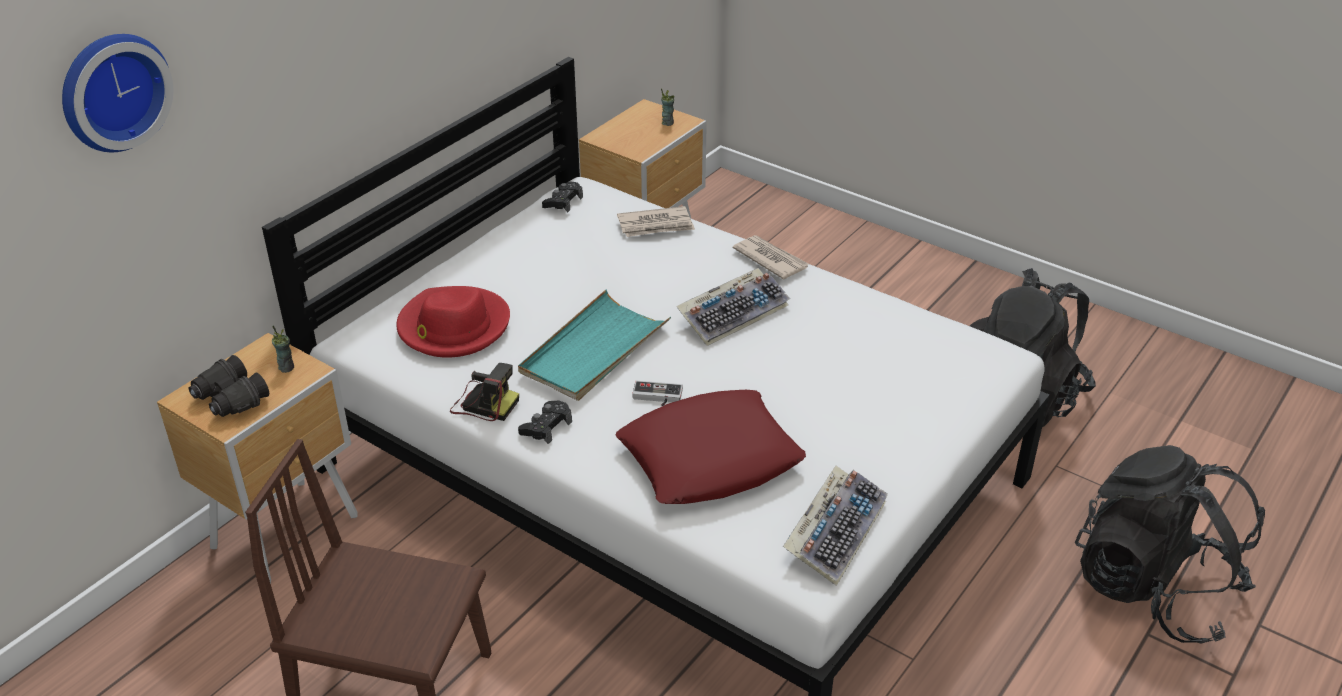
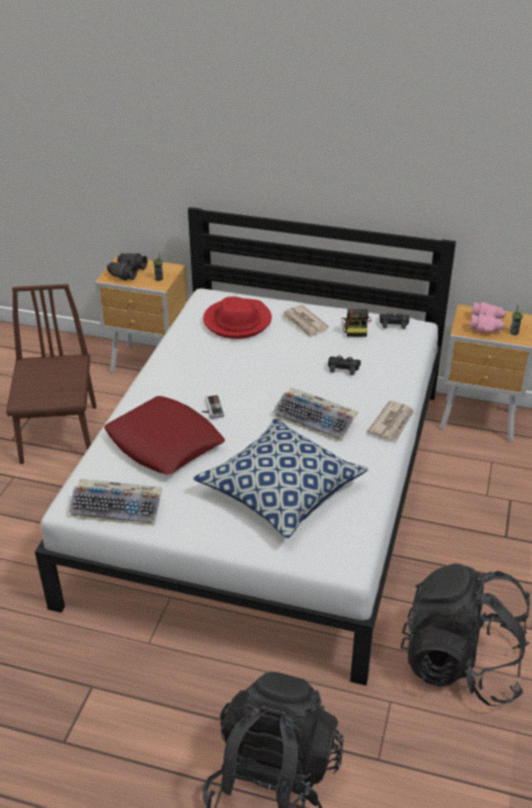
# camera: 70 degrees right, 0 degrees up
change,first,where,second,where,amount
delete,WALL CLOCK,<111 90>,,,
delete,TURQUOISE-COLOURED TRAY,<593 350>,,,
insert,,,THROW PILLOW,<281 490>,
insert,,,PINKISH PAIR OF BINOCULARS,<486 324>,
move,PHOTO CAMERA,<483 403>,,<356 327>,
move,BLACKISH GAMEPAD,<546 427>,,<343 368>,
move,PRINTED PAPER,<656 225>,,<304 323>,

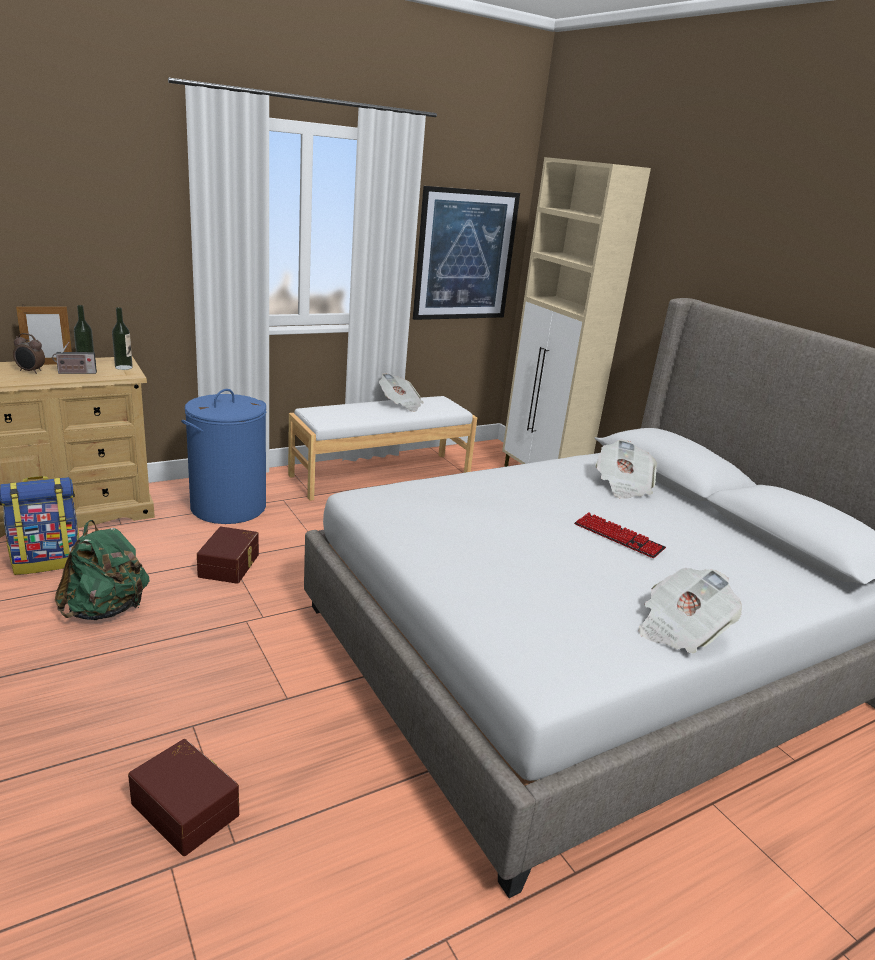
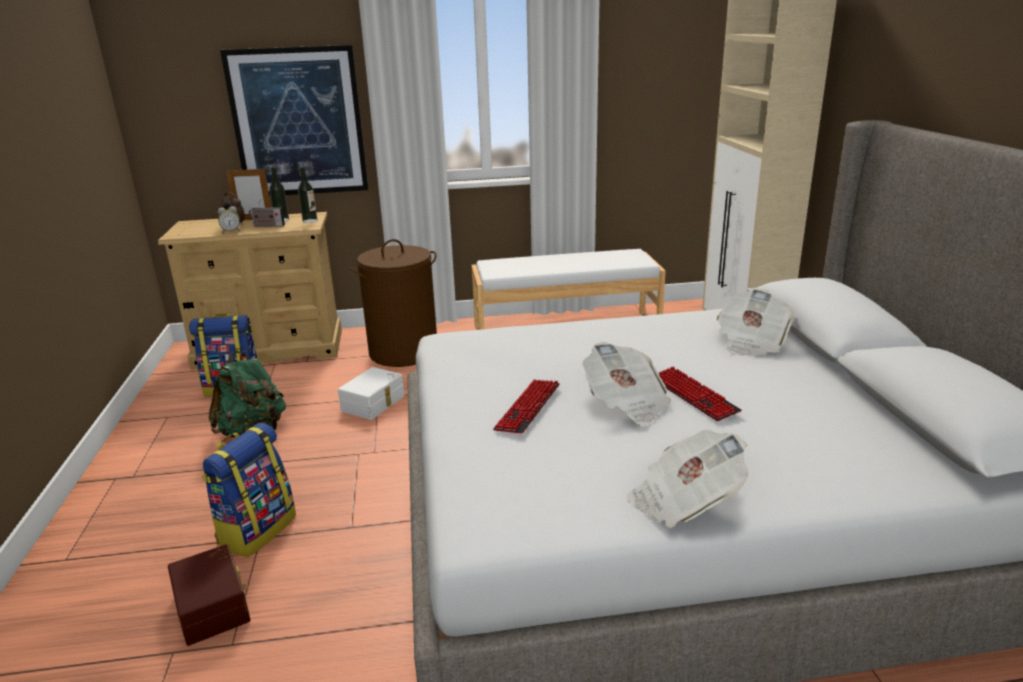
# camera: 25 degrees right, 0 degrees up
change,first,where,second,where,amount
insert,,,BACKPACK,<257 530>,
insert,,,BEDSIDE CLOCK,<231 231>,
insert,,,PC KEYBOARD,<528 408>,
move,PRINTED PAPER,<400 404>,,<626 403>,
move,WALL PICTURE,<465 255>,,<298 123>,
recolor,BLUE LAUNDRY BASKET,<228 507>,BROWNISH LAUNDRY BASKET,<403 352>,
recolor,BROWNISH STORAGE CONTAINER,<230 565>,WHITE-COLOURED STORAGE CONTAINER,<374 403>,

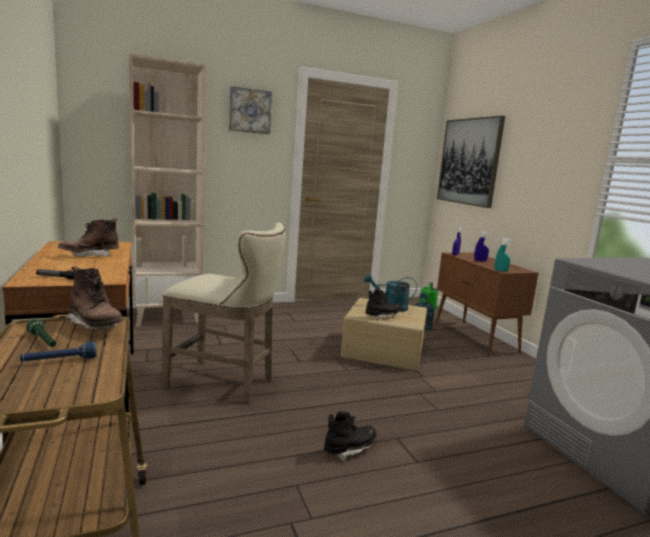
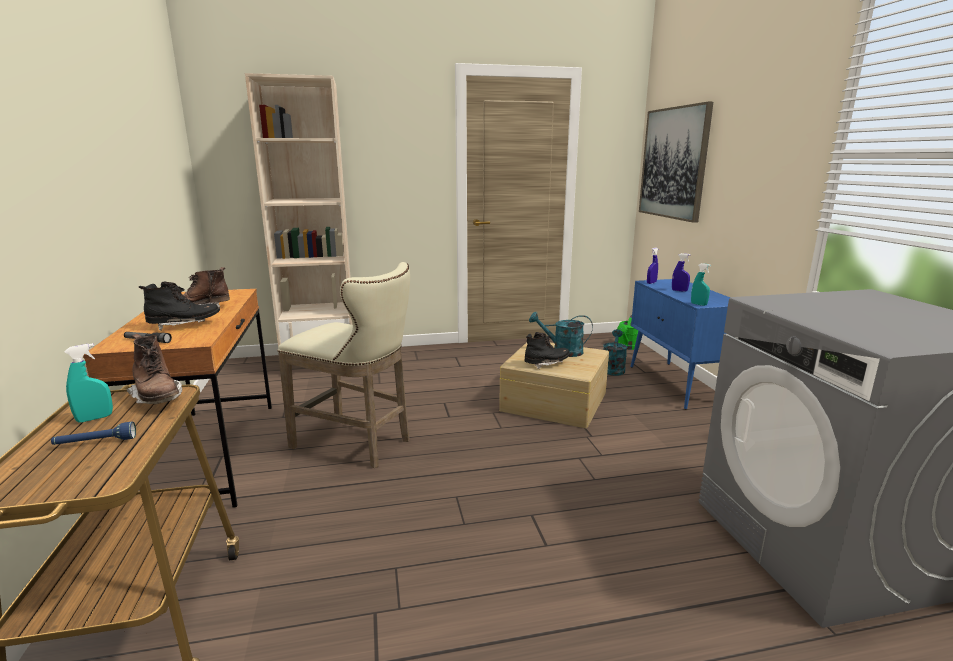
# camera: 10 degrees right, 5 degrees up
change,first,where,second,where,amount
delete,WALL PICTURE,<249 111>,,,
move,BLACKISH BOOT,<349 449>,,<184 325>,
replace,GREEN-COLOURED TORCH,<43 341>,TURQUOISE-COLOURED HAND SPRAYER,<95 418>,
recolor,BROWNISH CABINET,<475 337>,BLUE CABINET,<677 385>,

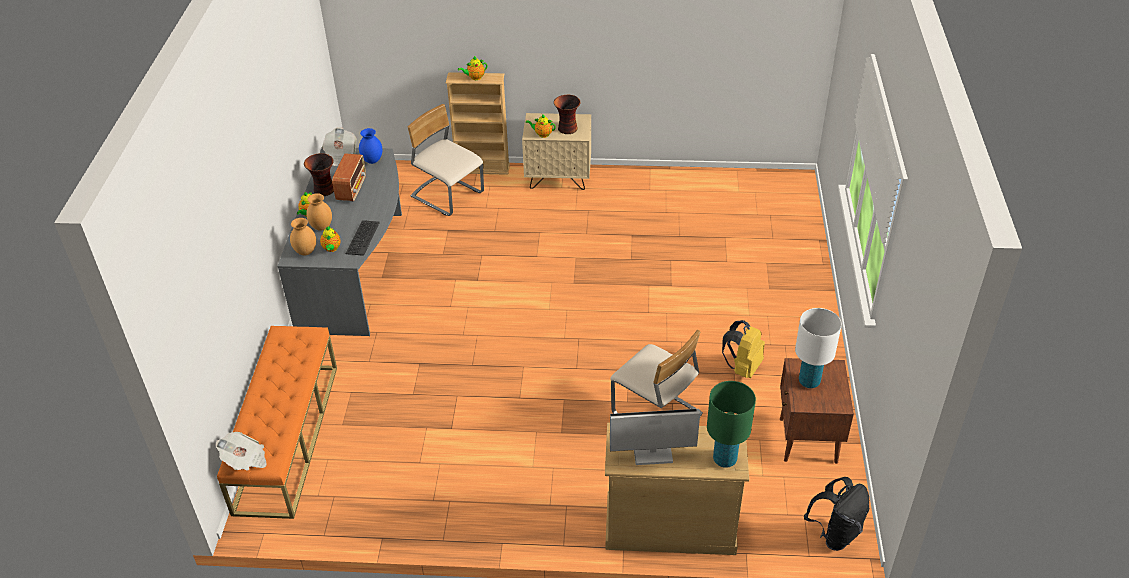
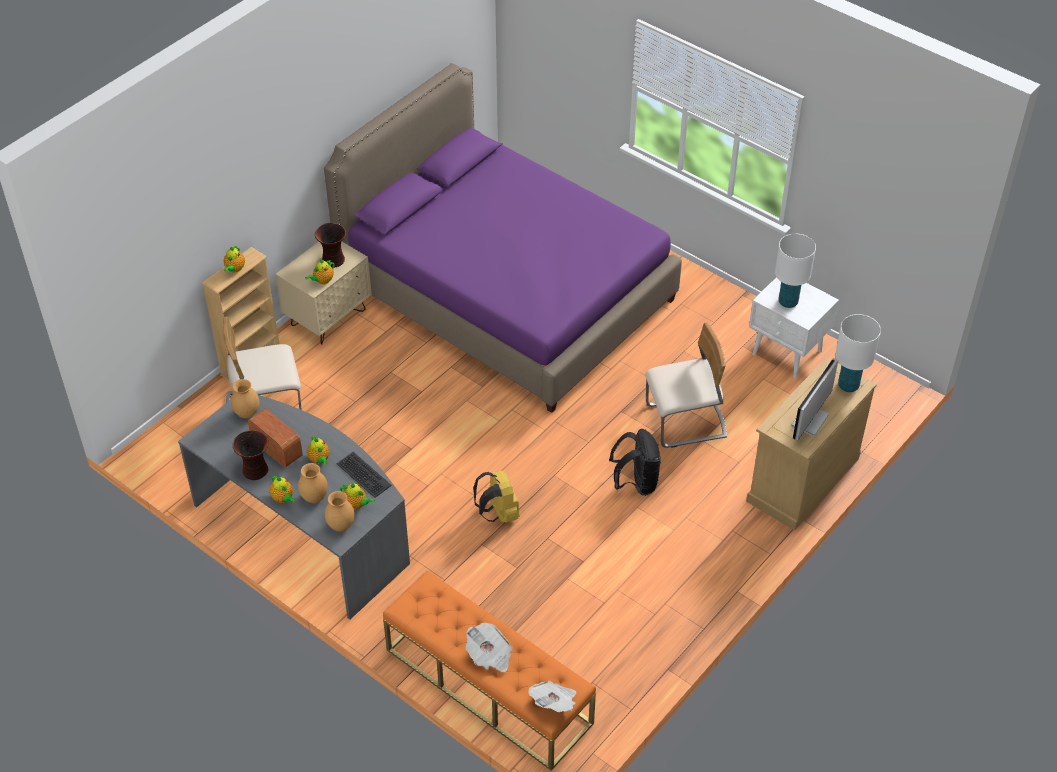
# camera: 55 degrees left, 5 degrees up
change,first,where,second,where,amount
insert,,,TEAPOT,<319 460>,
insert,,,PURPLISH BEDROOM BED,<506 292>,
move,PRINTED PAPER,<340 155>,,<489 655>,
move,YELLOW-COLOURED BACKPACK,<742 367>,,<498 513>,
move,BLACKISH BACKPACK,<835 533>,,<636 483>,
recolor,BLUE VASE,<372 161>,BROWNISH VASE,<247 413>,
recolor,GREEN-COLOURED LAMP FOR A TABLE,<724 459>,WHITE-COLOURED LAMP FOR A TABLE,<848 385>,
recolor,BROWNISH NIGHT TABLE,<807 441>,WHITE-COLOURED NIGHT TABLE,<787 353>,

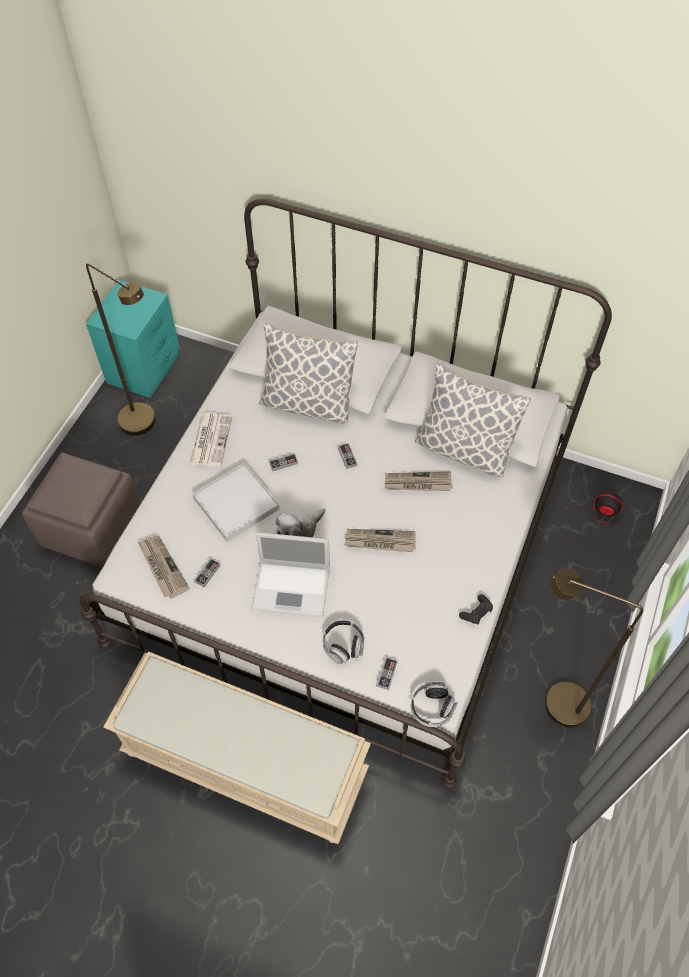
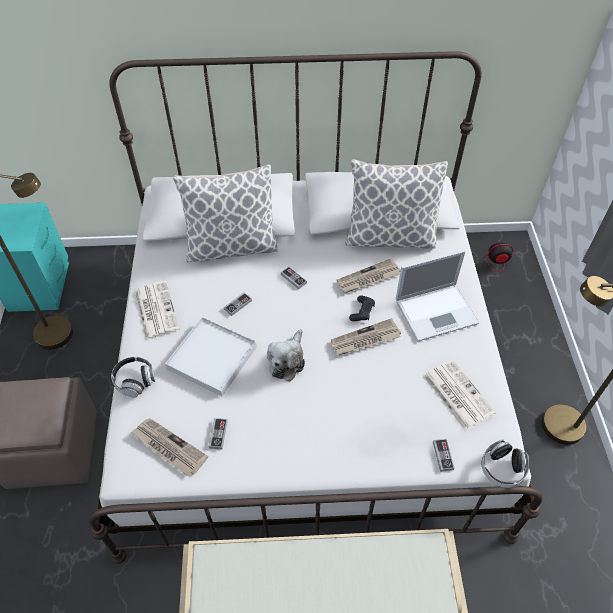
# camera: 25 degrees left, 5 degrees down
change,first,where,second,where,amount
insert,,,PRINTED PAPER,<457 394>,
move,NOTEBOOK COMPUTER,<293 588>,,<437 311>,
move,HEADSET,<343 645>,,<135 381>,
move,BLACKISH GAMEPAD,<476 612>,,<362 312>,

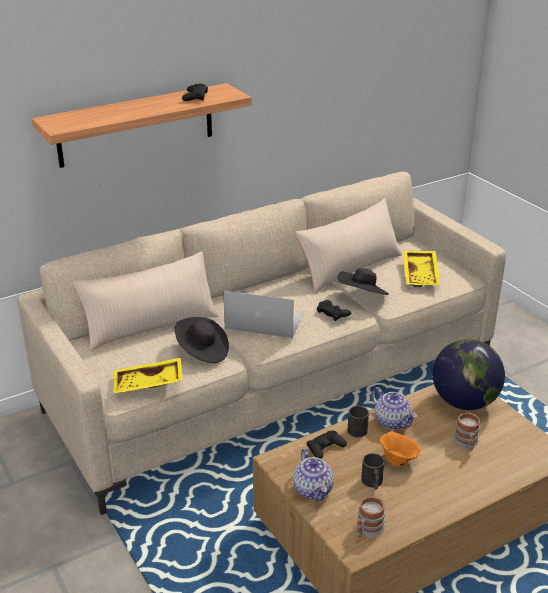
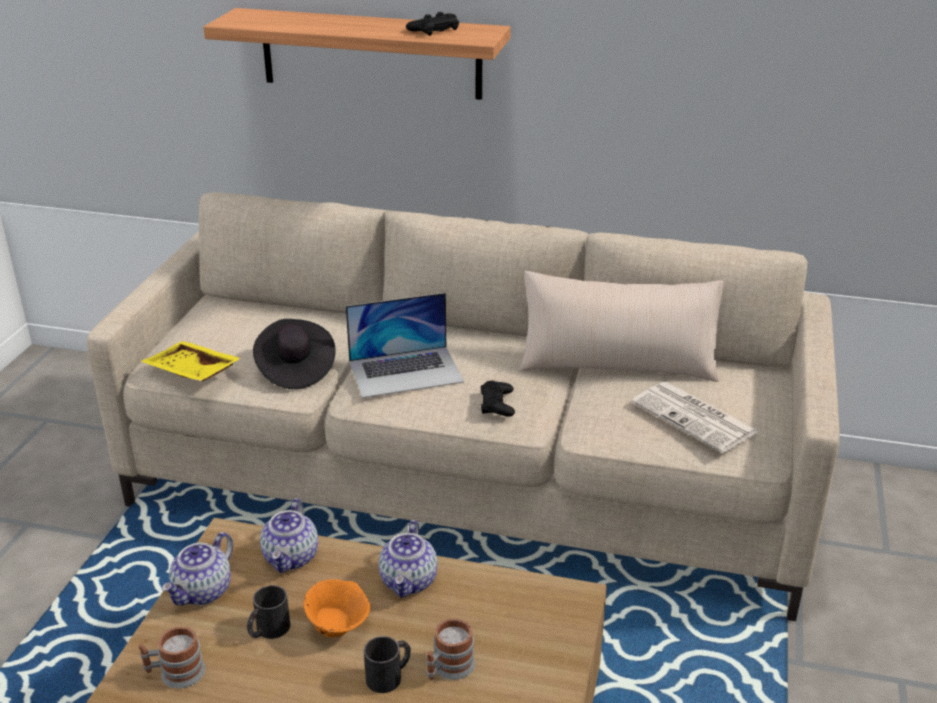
# camera: 45 degrees right, 0 degrees up
change,first,where,second,where,amount
delete,SAND-COLOURED THROW PILLOW,<150 325>,,,
delete,BLACKISH WEARABLE HAT,<362 296>,,,
delete,GLOBE,<464 402>,,,
move,BLACKISH MUG,<357 427>,,<390 675>,
replace,BLACKISH GAMEPAD,<325 447>,TEAPOT,<291 558>,
replace,YELLOW-COLOURED TRAY,<421 275>,PRINTED PAPER,<696 418>,
rotate,NOTEBOOK COMPUTER,<264 321>,,<406 371>,105 degrees clockwise

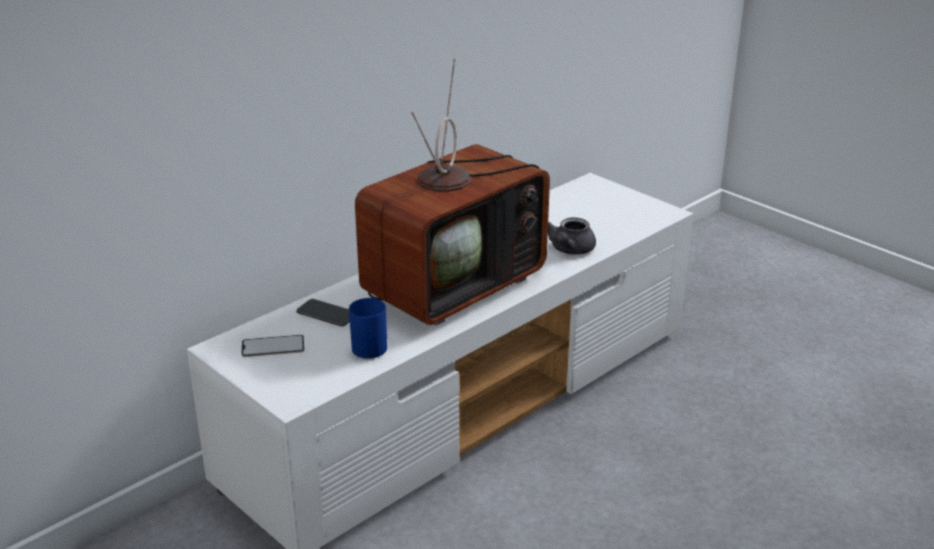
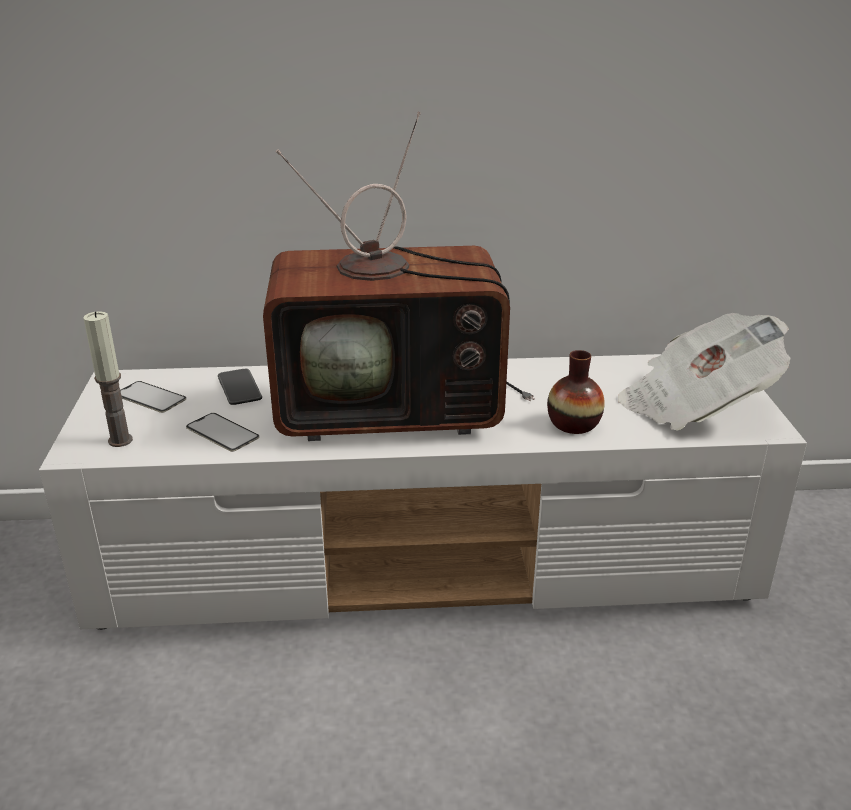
# camera: 40 degrees right, 0 degrees up
change,first,where,second,where,amount
insert,,,CANDLE,<120 440>,
insert,,,PRINTED PAPER,<695 405>,
replace,BLUE MUG,<370 345>,HANDSET,<222 432>,
replace,GREY TEAPOT,<569 250>,VASE,<573 424>,

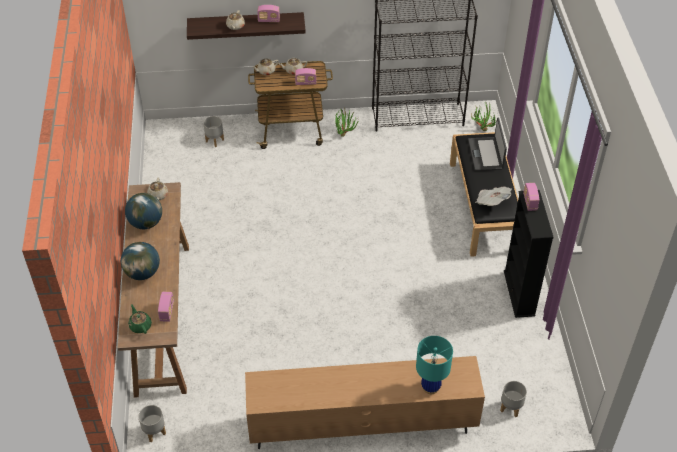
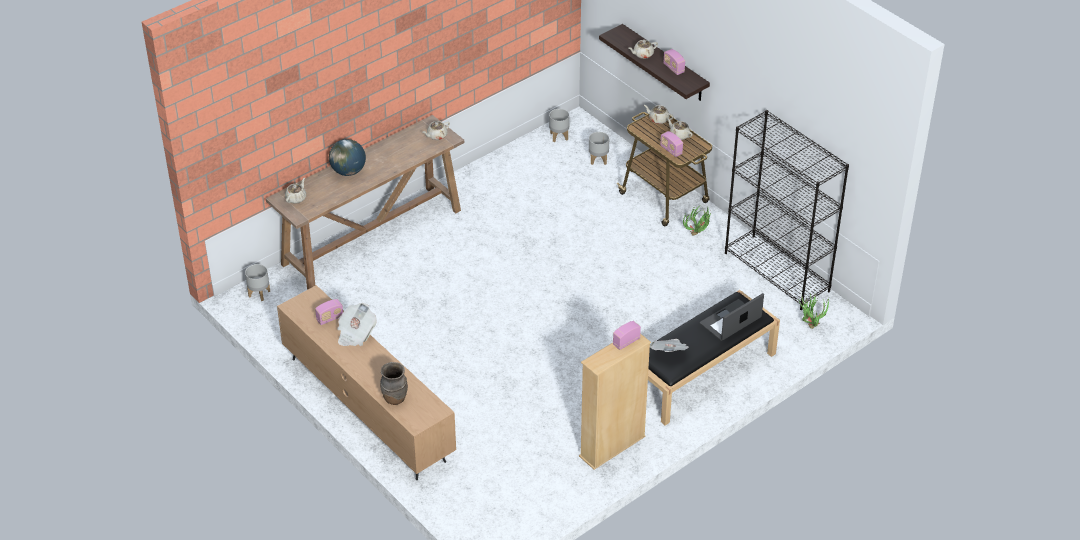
# camera: 55 degrees right, 5 degrees down
change,first,where,second,where,amount
delete,GLOBE,<146 223>,,,
insert,,,PRINTED PAPER,<355 334>,
move,RADIO SET,<167 311>,,<330 318>,
move,GREY PLANT POT,<511 407>,,<559 136>,
replace,TURQUOISE-COLOURED LAMP FOR A TABLE,<430 387>,BROWNISH VASE,<394 398>,
recolor,GREEN-COLOURED TEAPOT,<140 325>,SAND-COLOURED TEAPOT,<296 198>,
recolor,BLACKISH SHELVING UNIT,<519 293>,SAND-COLOURED SHELVING UNIT,<612 447>,

